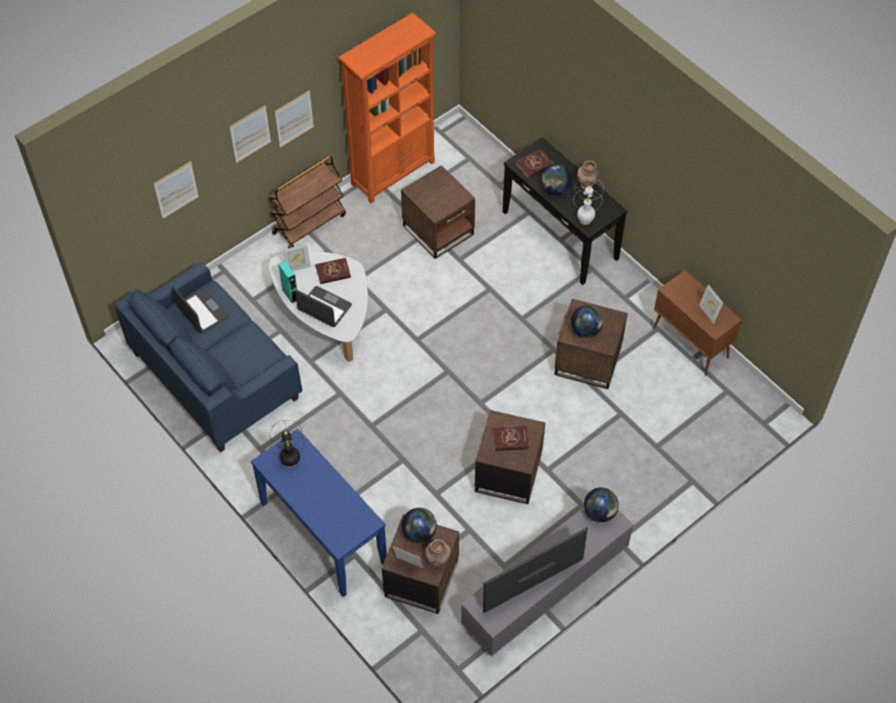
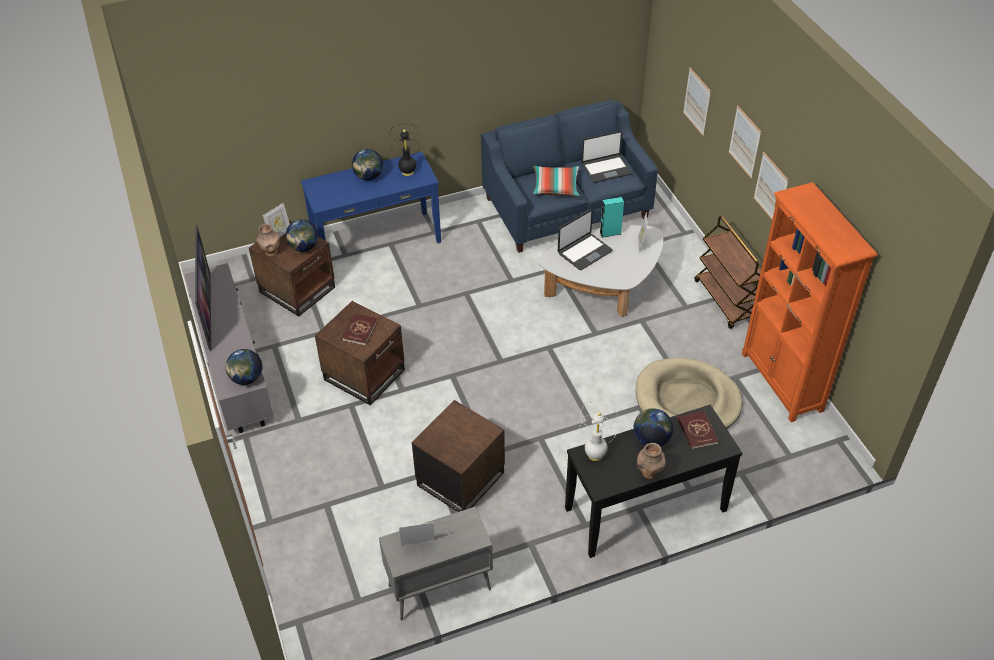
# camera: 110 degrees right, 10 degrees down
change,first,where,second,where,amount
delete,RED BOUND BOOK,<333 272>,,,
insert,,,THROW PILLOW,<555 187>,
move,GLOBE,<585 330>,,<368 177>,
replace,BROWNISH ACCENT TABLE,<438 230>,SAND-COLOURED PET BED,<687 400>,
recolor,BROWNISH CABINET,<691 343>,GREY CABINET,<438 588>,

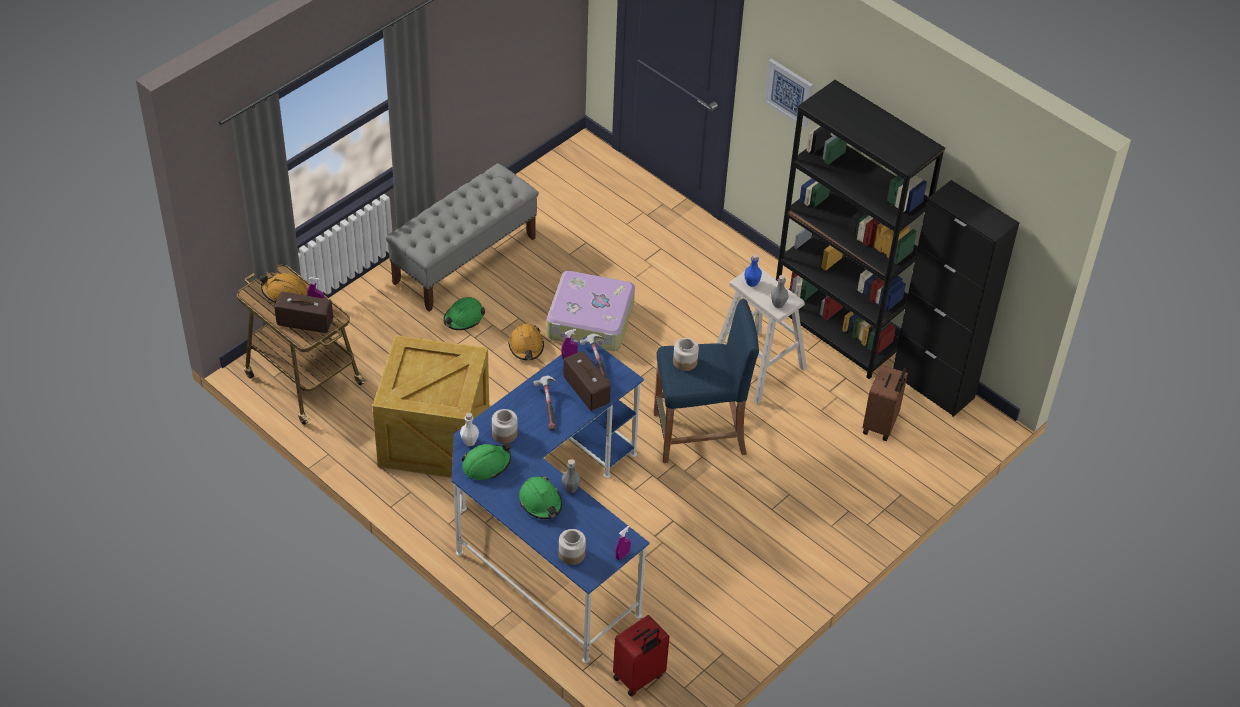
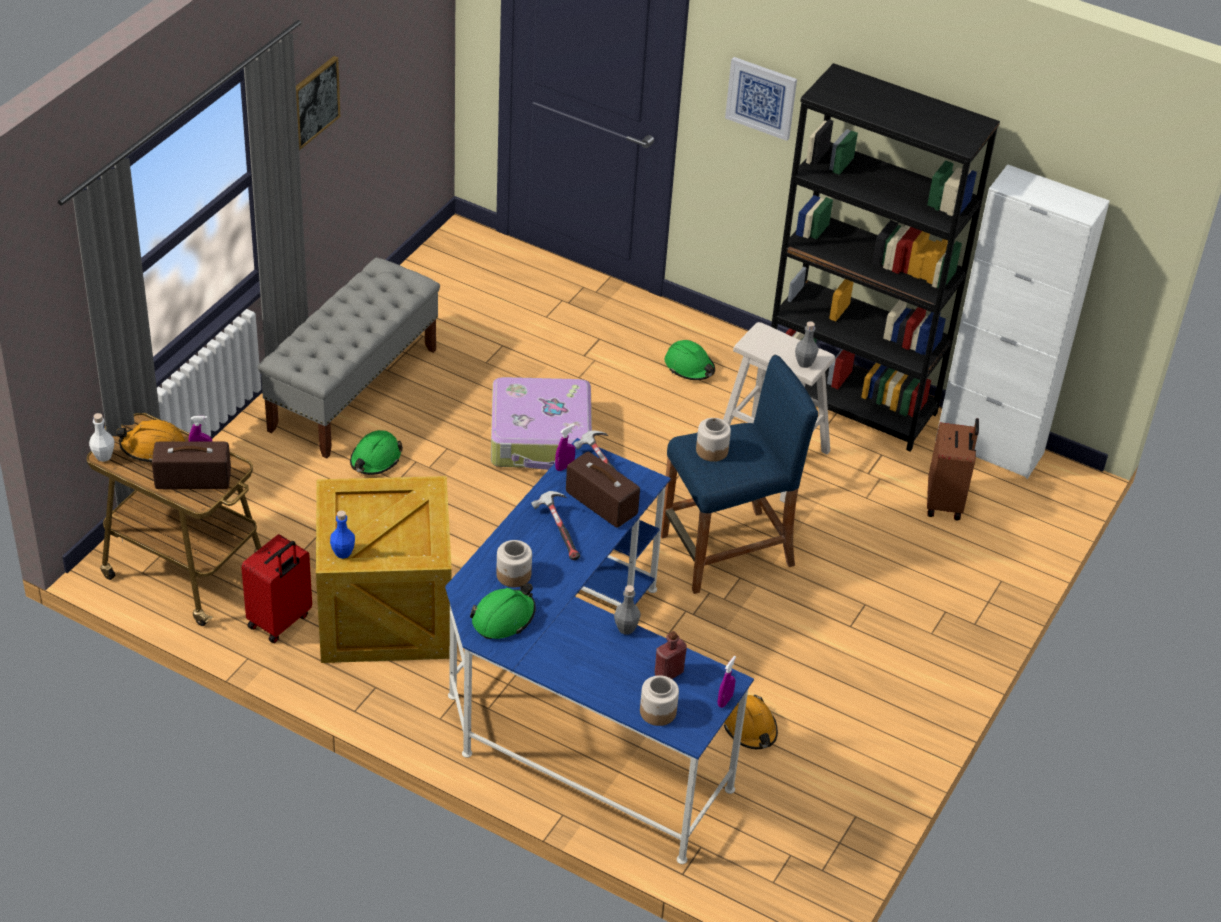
# camera: 15 degrees left, 5 degrees down
change,first,where,second,where,amount
insert,,,WALL PICTURE,<314 102>,
insert,,,RED BOTTLE,<668 673>,
move,WHITE-COLOURED BOTTLE,<469 441>,,<103 456>,
move,ORANGE-COLOURED WORK HELMET,<526 346>,,<750 728>,
move,GREEN-COLOURED WORK HELMET,<540 502>,,<689 367>,
move,RED TRAVEL CASE,<639 677>,,<280 621>,
move,BLUE BOTTLE,<752 282>,,<343 553>,
recolor,BLACKISH CABINET,<933 386>,WHITE-COLOURED CABINET,<989 447>,

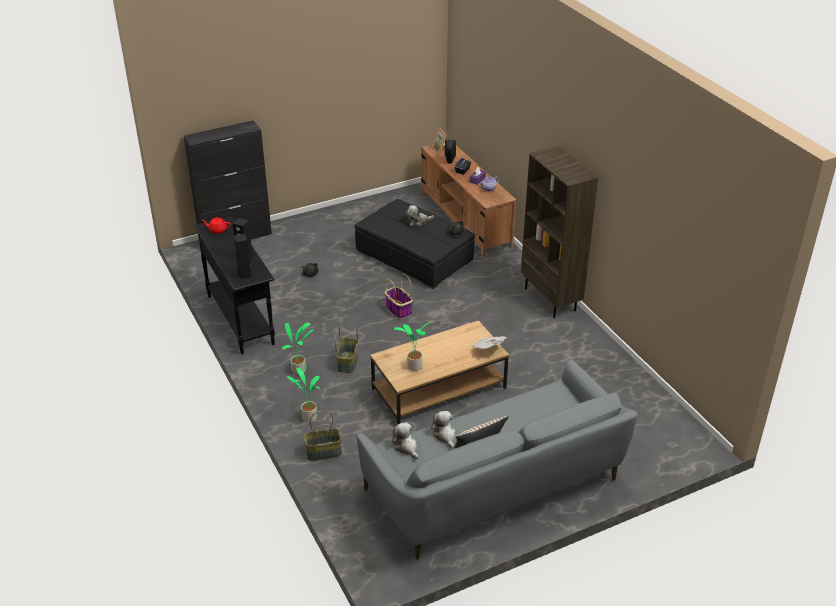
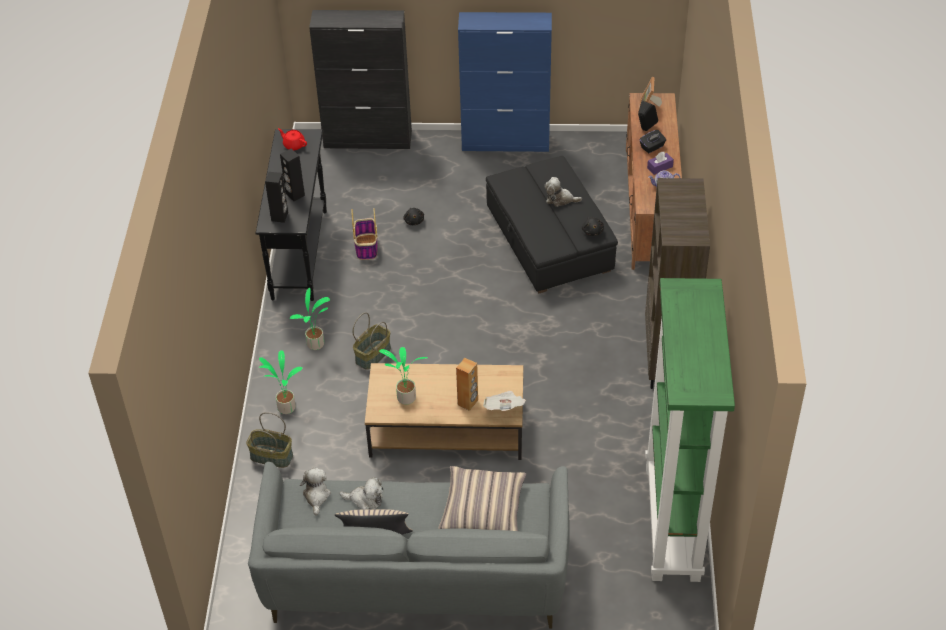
# camera: 30 degrees right, 10 degrees up
change,first,where,second,where,amount
insert,,,THROW PILLOW,<483 508>,
insert,,,BROWNISH AUDIO SPEAKER,<468 402>,
insert,,,BLUE CABINET,<506 142>,
insert,,,GREEN-COLOURED SHELVING UNIT,<673 523>,
move,BASKET,<398 309>,,<366 247>,
rotate,CUDDLY TOY,<444 435>,,<365 499>,90 degrees clockwise

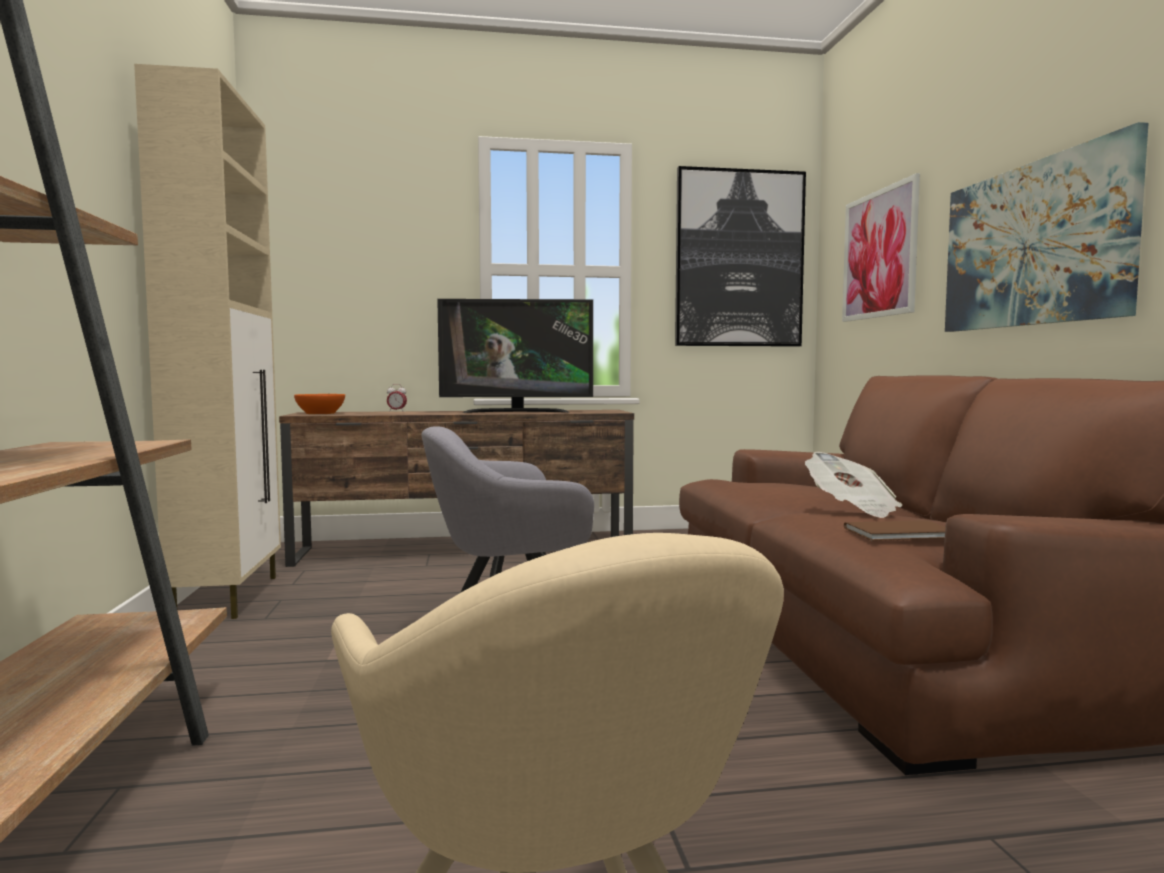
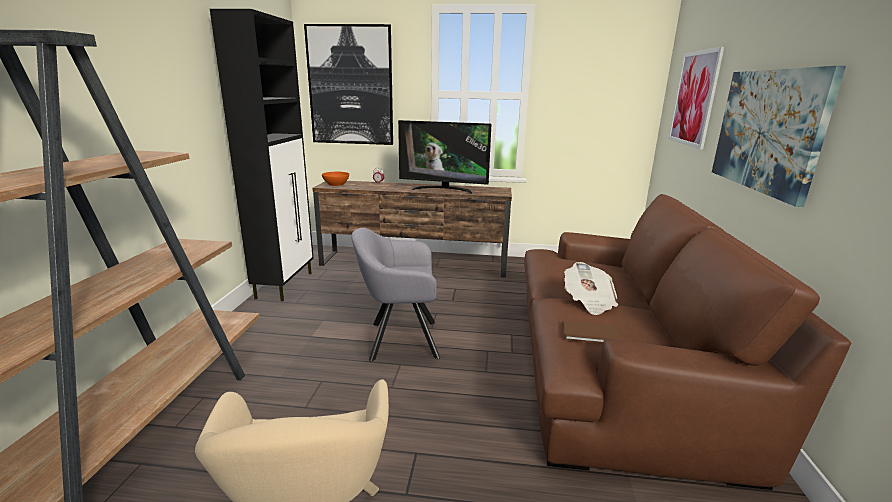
# camera: 15 degrees right, 15 degrees up
change,first,where,second,where,amount
move,WALL PICTURE,<739 259>,,<350 86>,
recolor,SAND-COLOURED CABINET,<229 597>,BLACKISH CABINET,<285 285>,

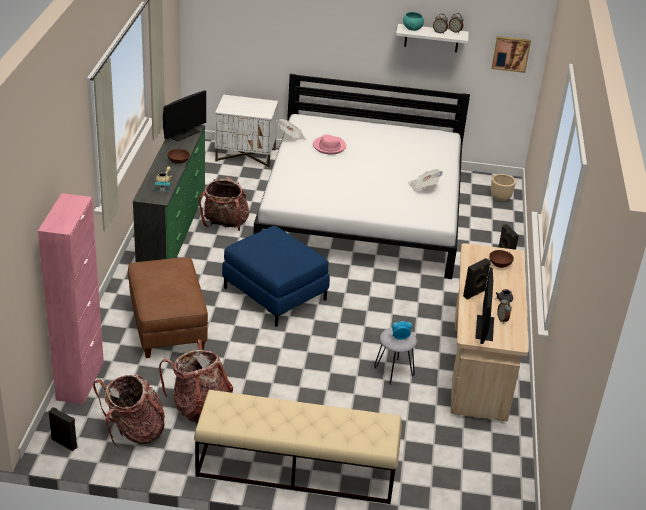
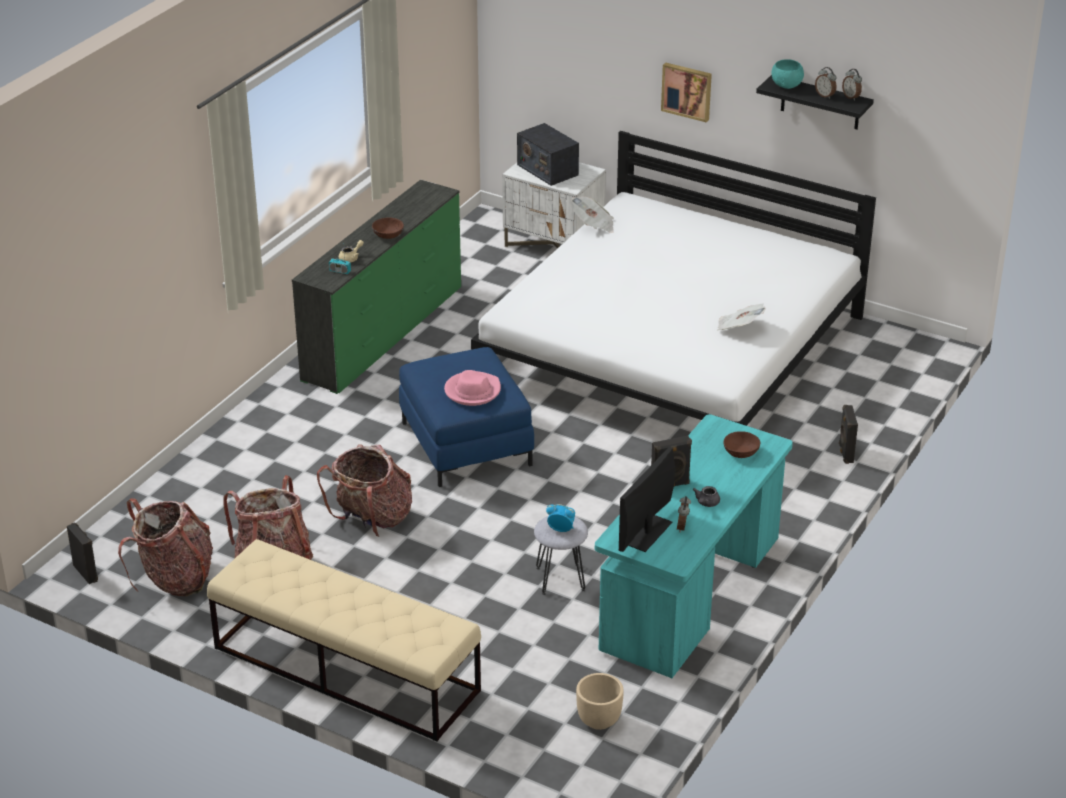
# camera: 25 degrees right, 0 degrees up
change,first,where,second,where,amount
delete,PINKISH CABINET,<80 381>,,,
delete,BROWNISH POUFFE,<167 327>,,,
delete,COMPUTER SCREEN,<184 134>,,,
insert,,,RADIO SET,<547 170>,
move,BACKPACK,<225 224>,,<372 519>,
move,PINKISH WEARABLE HAT,<329 147>,,<472 391>,
move,SAND-COLOURED PLANT POT,<500 198>,,<599 720>,
move,WALL PICTURE,<511 53>,,<687 91>,
recolor,WHITE-COLOURED WALL SHELF,<431 38>,BLACKISH WALL SHELF,<820 103>,
recolor,SAND-COLOURED DESK TABLE,<480 364>,TURQUOISE-COLOURED DESK TABLE,<691 596>,

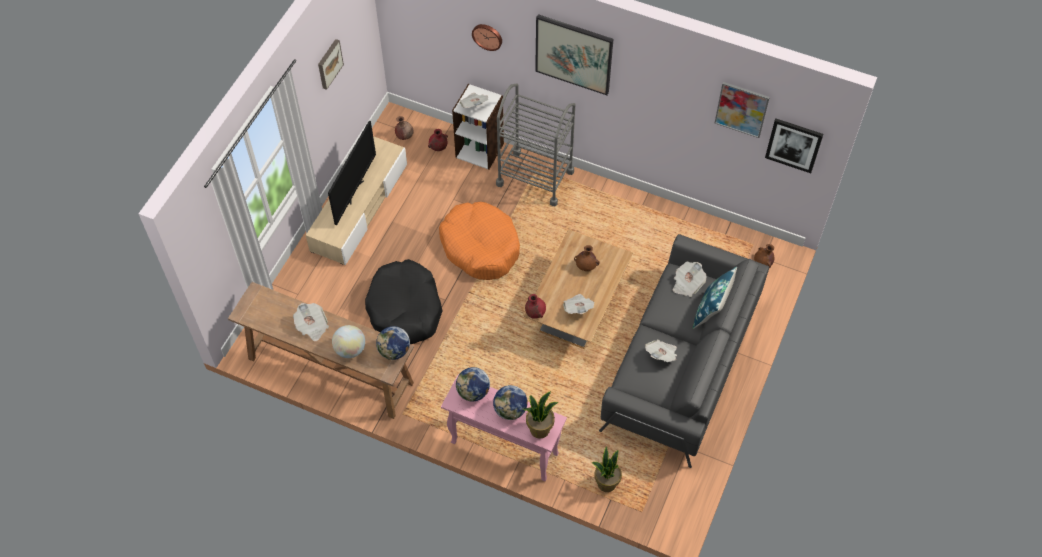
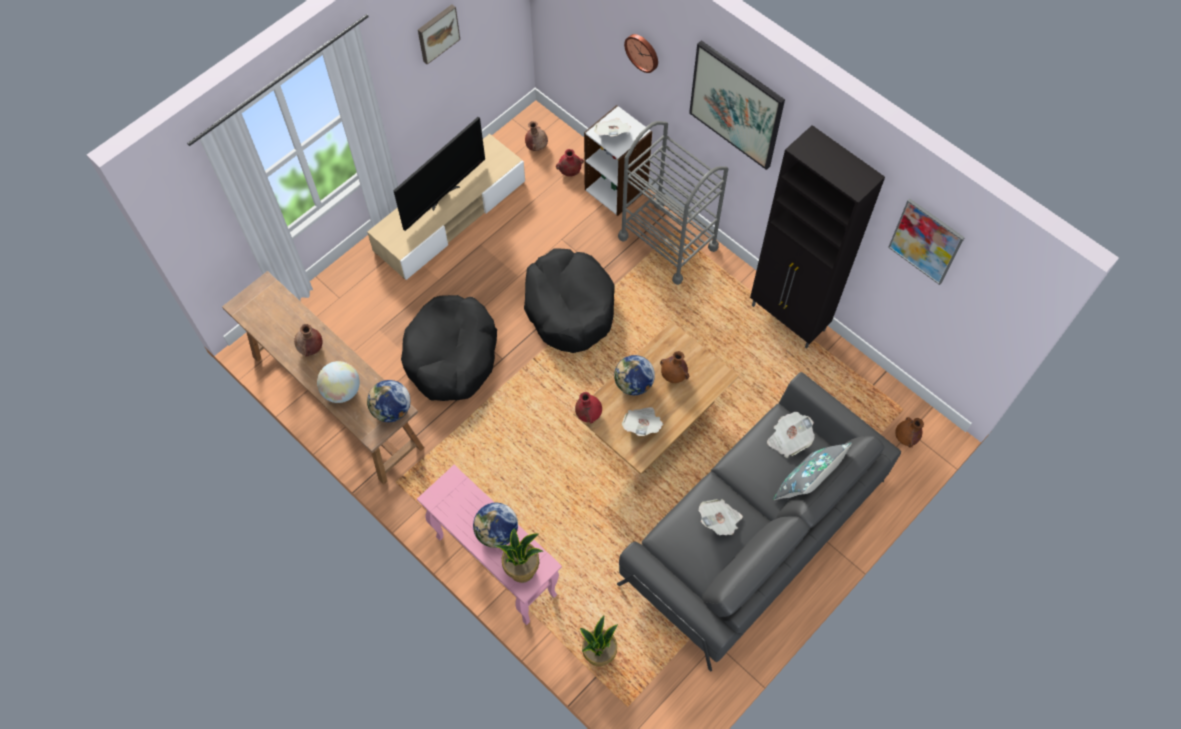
# camera: 20 degrees right, 5 degrees up
change,first,where,second,where,amount
delete,WALL PICTURE,<794 145>,,,
insert,,,BLACKISH CABINET,<788 319>,
move,GLOBE,<473 392>,,<633 384>,
replace,PRINTED PAPER,<312 326>,BROWNISH VASE,<311 348>,
recolor,ORANGE-COLOURED PET BED,<480 247>,BLACKISH PET BED,<569 307>,
recolor,BLUE THROW PILLOW,<711 310>,GREY THROW PILLOW,<806 484>,

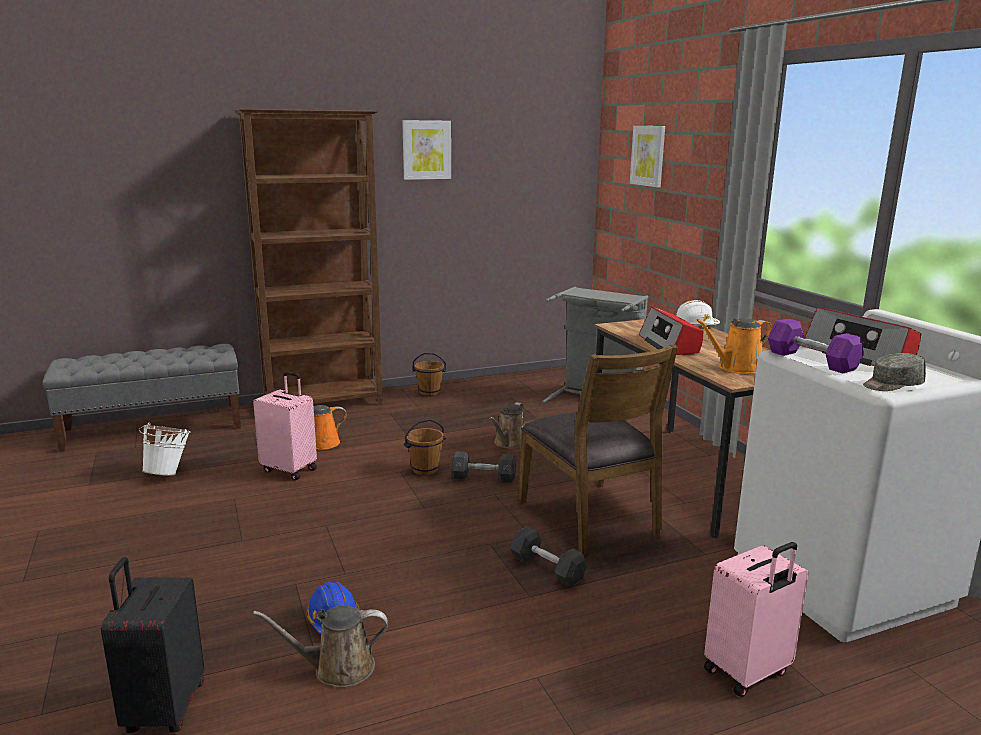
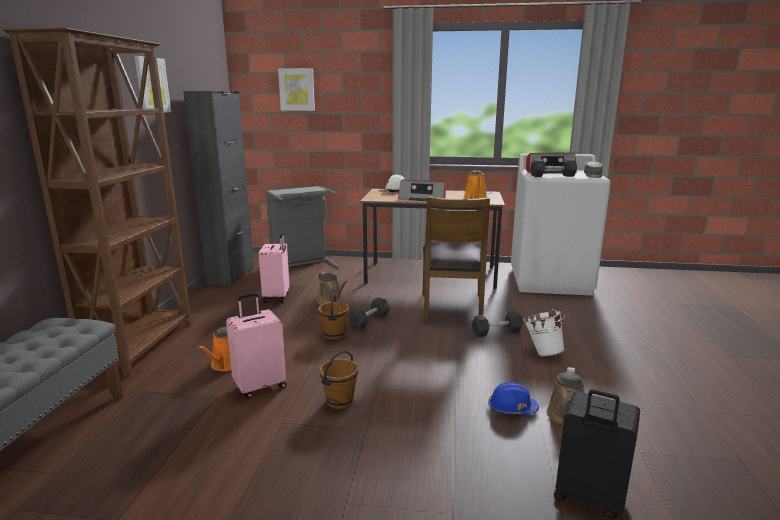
# camera: 60 degrees left, 0 degrees up
change,first,where,second,where,amount
insert,,,BLACKISH CABINET,<231 275>,
move,WHITE-COLOURED PAIL,<169 473>,,<542 352>,
move,BROWNISH PAIL,<429 393>,,<340 402>,
move,PINKISH TRAVEL CASE,<748 673>,,<277 297>,
recolor,PURPLISH FREE WEIGHT,<811 360>,GREY FREE WEIGHT,<552 176>,
rotate,BROWNISH PLAIN CHAIR,<590 518>,,<452 308>,90 degrees clockwise

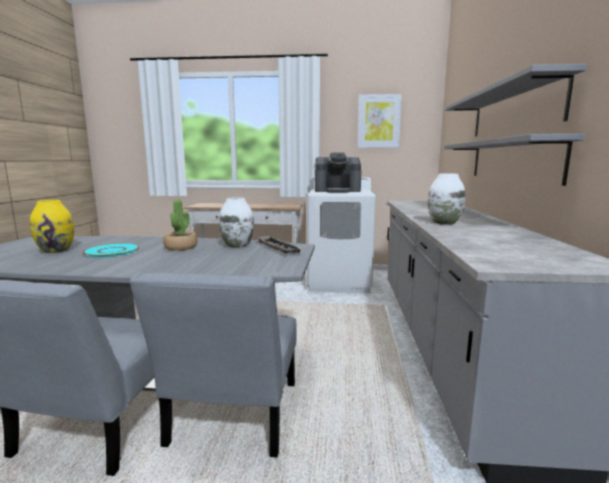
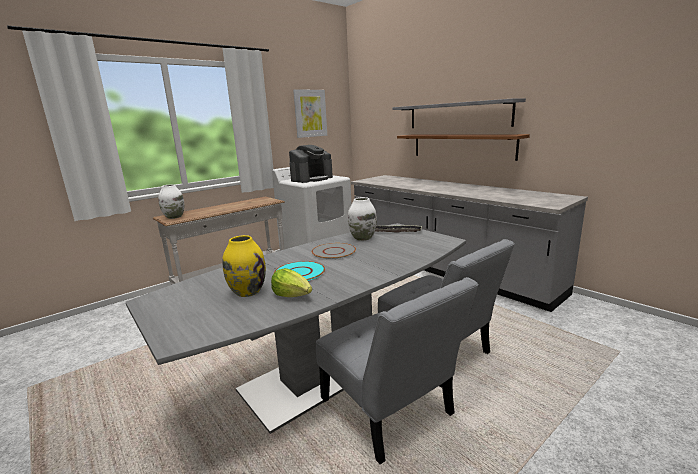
# camera: 45 degrees left, 5 degrees up
change,first,where,second,where,amount
insert,,,HEAD OF LETTUCE,<292 295>,
move,WHITE-COLOURED VASE,<444 223>,,<174 217>,
replace,HOUSEPLANT,<181 247>,GREY FLAT DISH,<334 252>,
recolor,GREY WALL SHELF,<511 160>,BROWNISH WALL SHELF,<462 146>,

